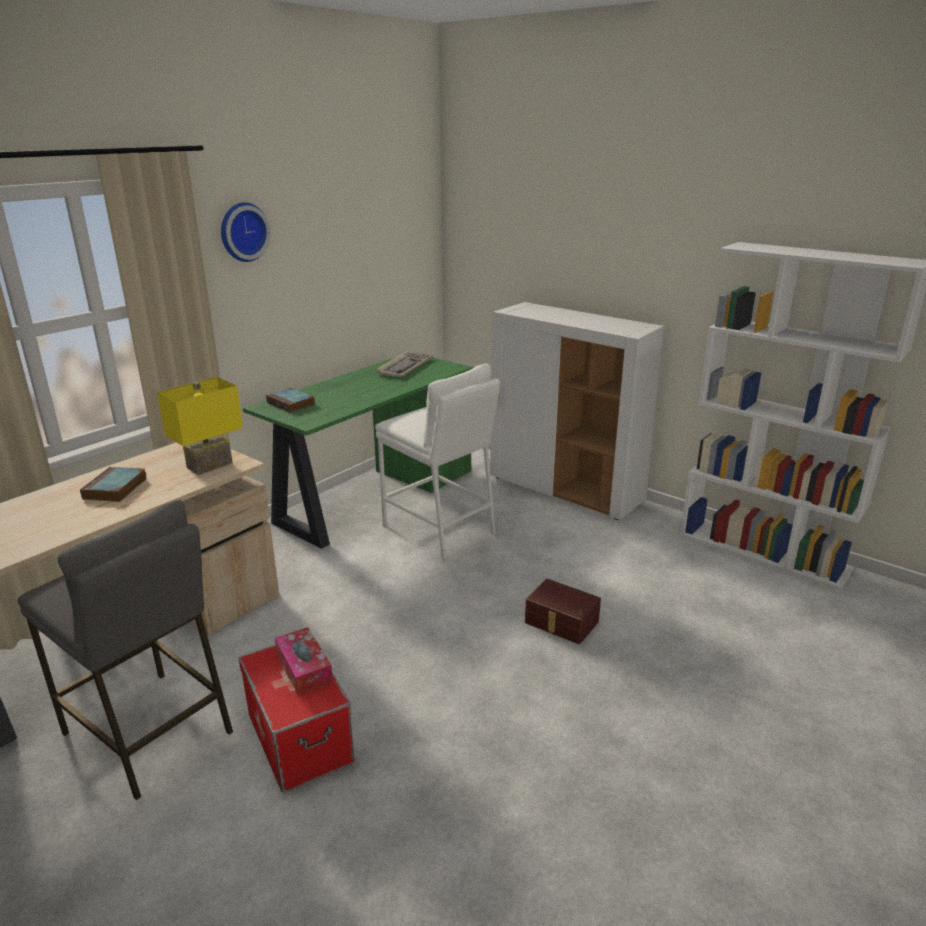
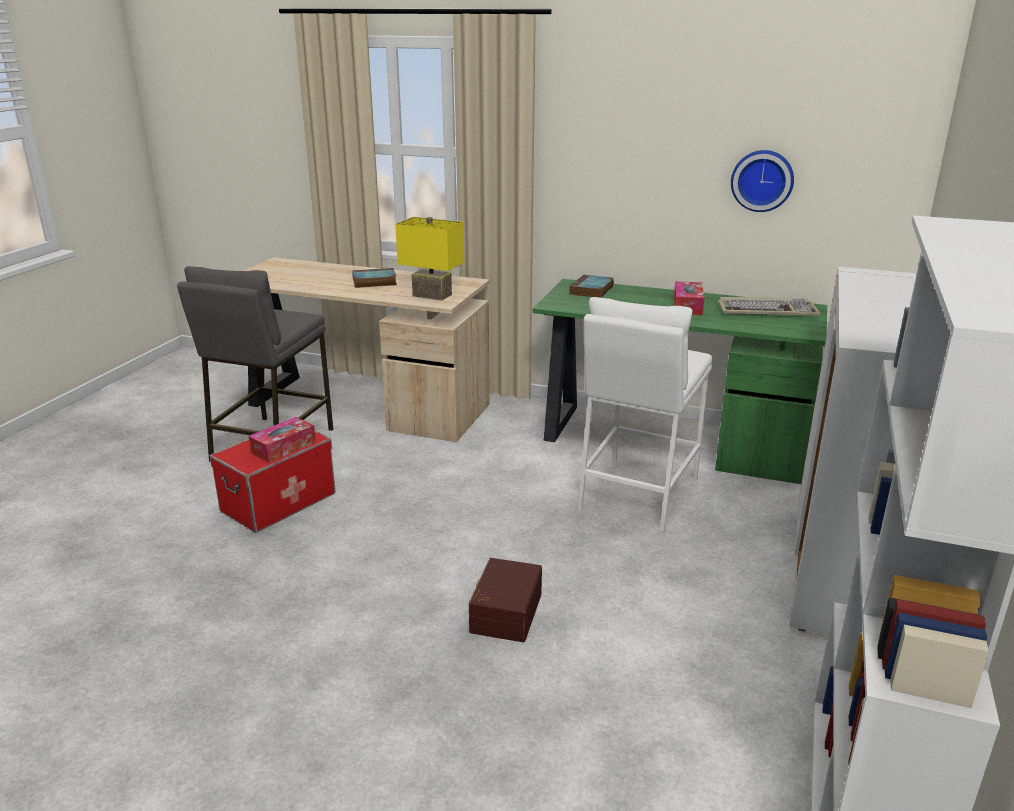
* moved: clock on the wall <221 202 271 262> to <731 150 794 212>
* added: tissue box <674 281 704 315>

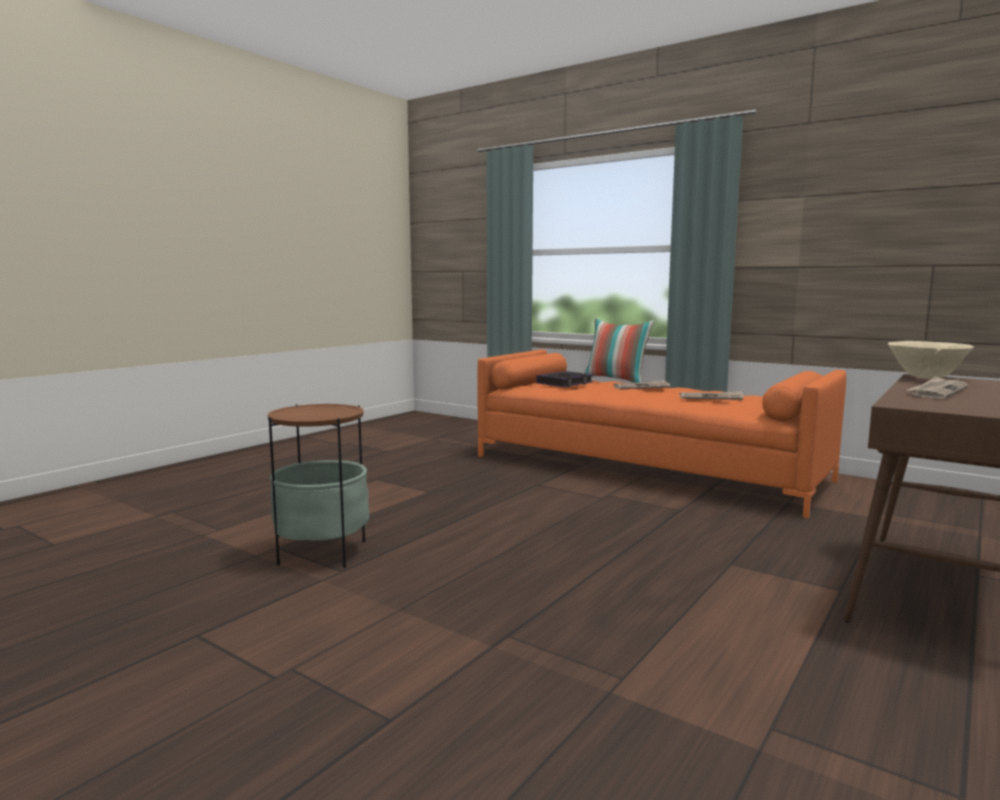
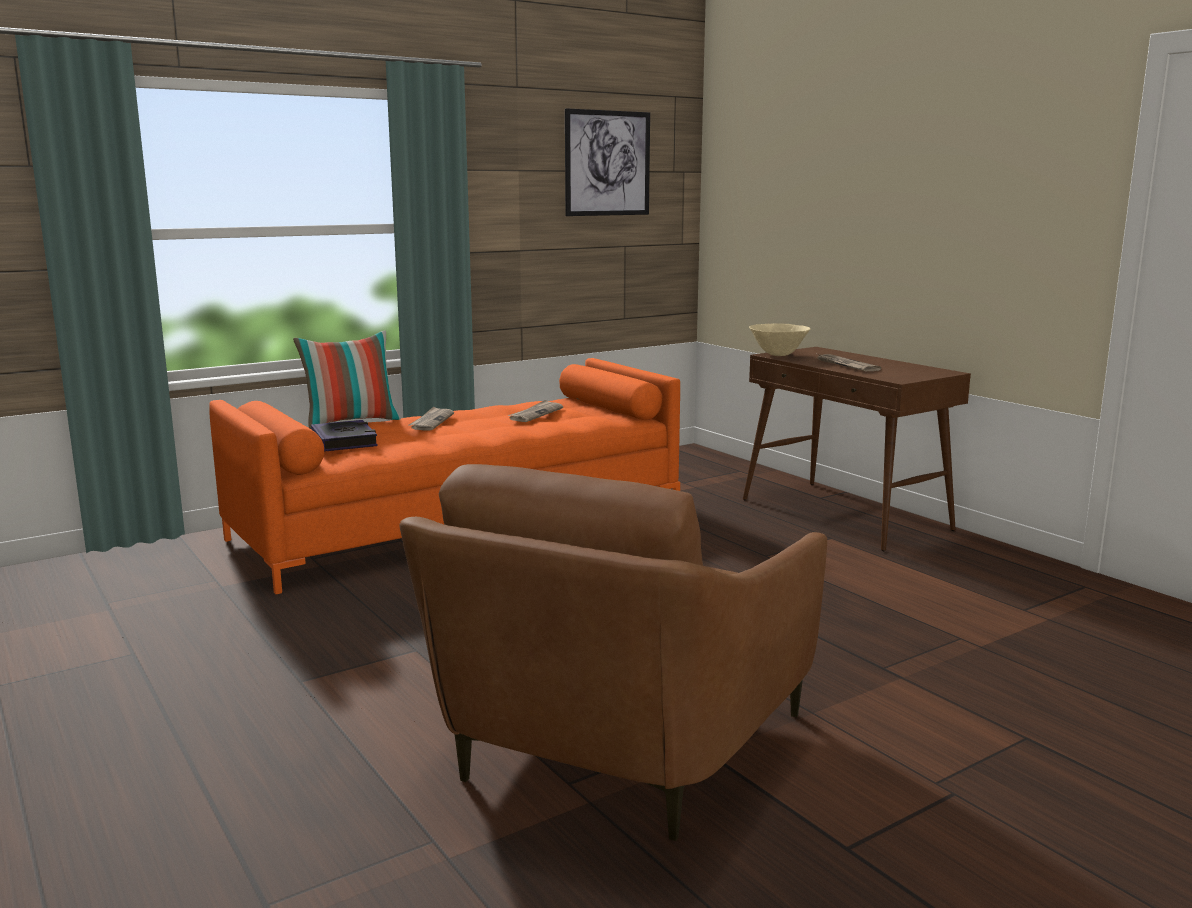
* replaced: side table <267 404 369 568> to armchair/brownish <399 464 827 841>
* added: wall picture <565 108 650 216>

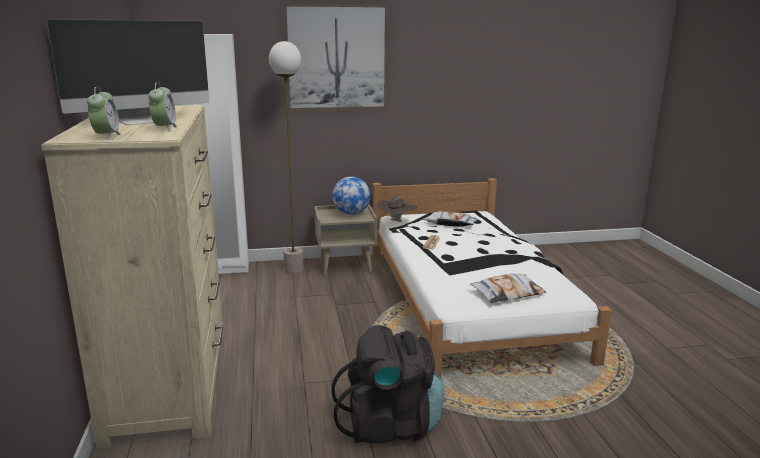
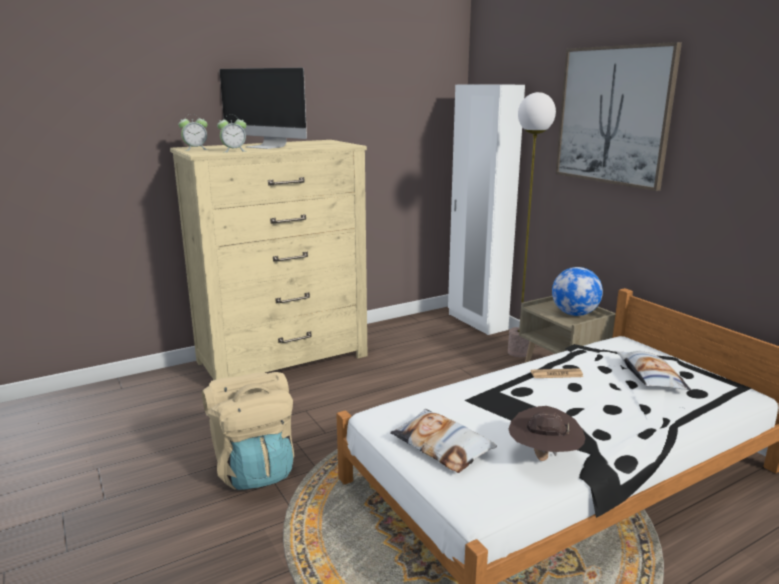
* moved: wearable hat/brownish <377 197 418 222> to <508 406 585 461>
* recoloured: knapsack/blackish <332 325 445 443> to knapsack/beige <202 372 295 490>

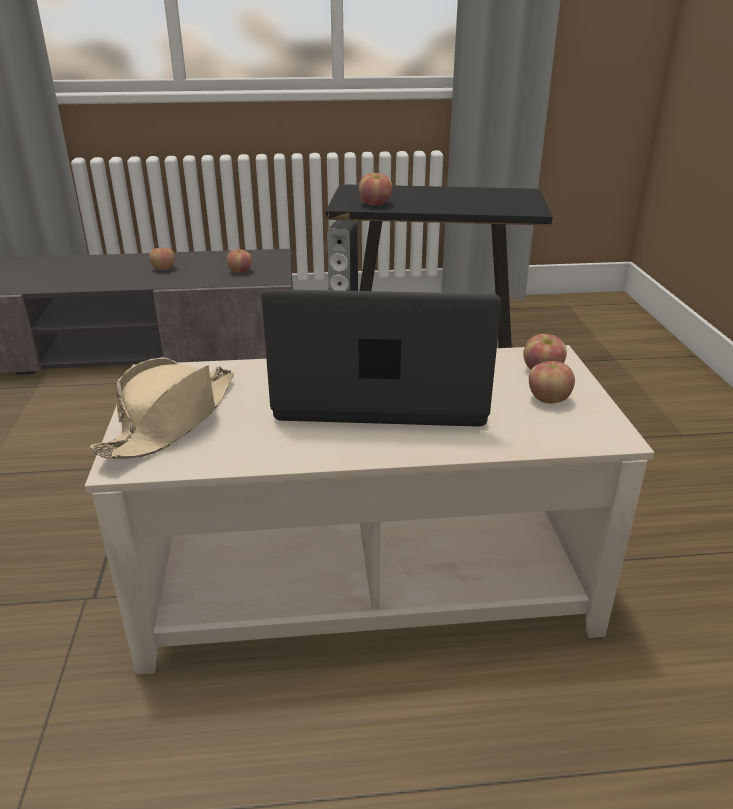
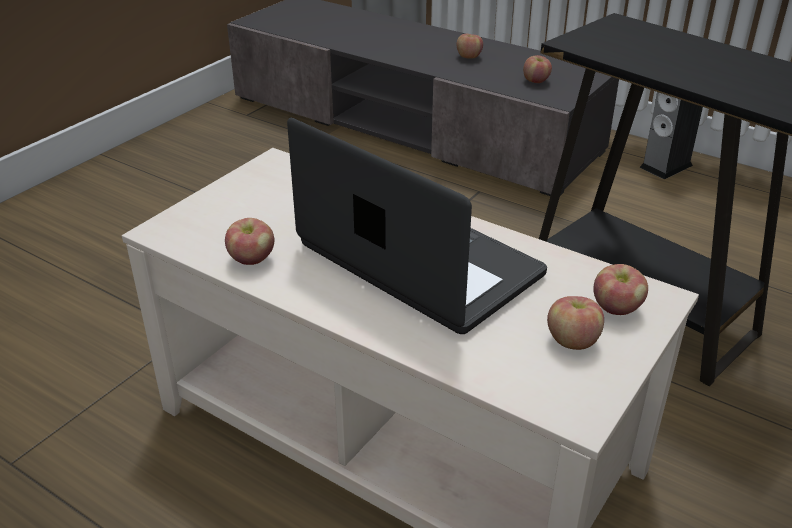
* moved: apple fruit <359 173 392 206> to <225 218 275 265>
* removed: wearable hat/beige <90 357 234 459>

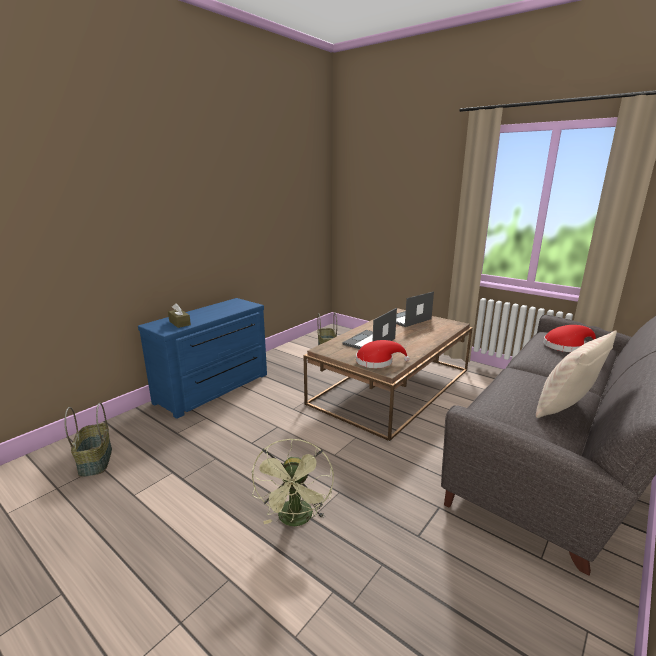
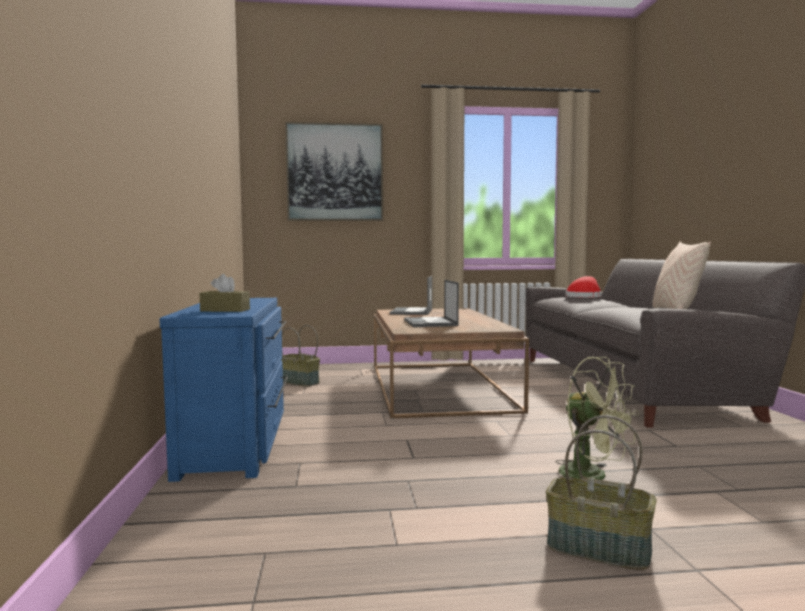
* removed: wearable hat/red <356 340 410 368>
* moved: storage basket <64 403 112 477> to <546 415 657 570>
* added: wall picture <285 122 383 221>

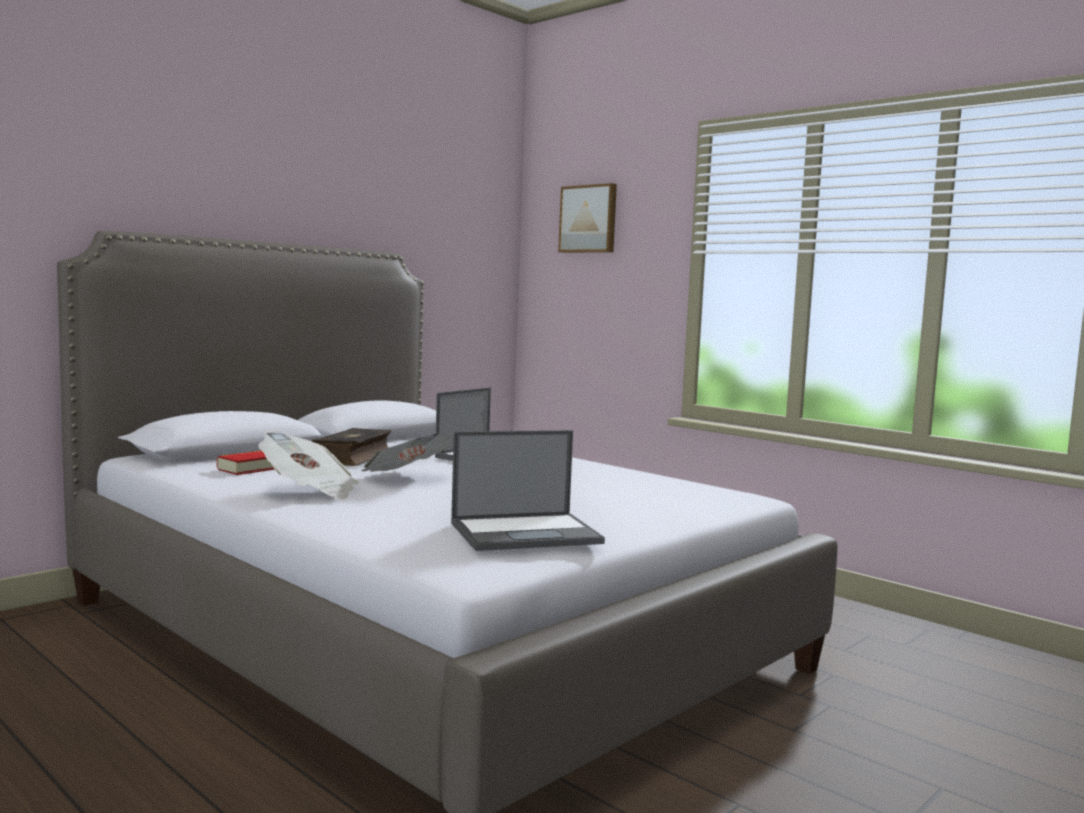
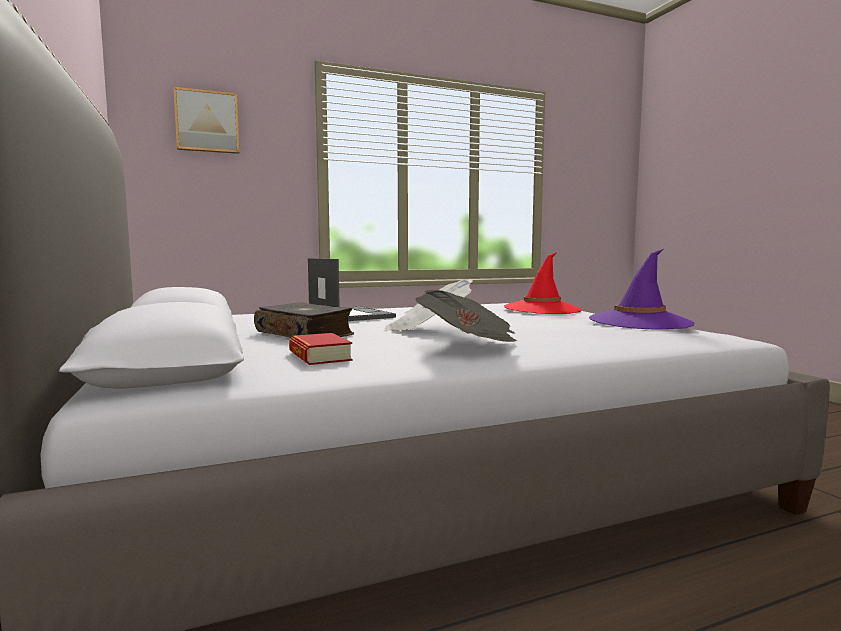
* replaced: laptop <451 430 605 551> to wearable hat/purple-coloured <589 249 695 330>
* added: wearable hat/red <504 252 582 314>

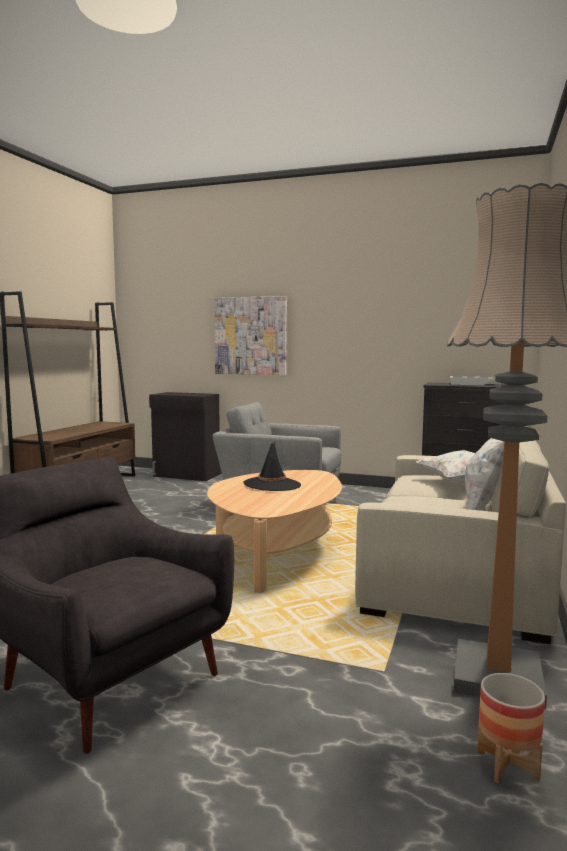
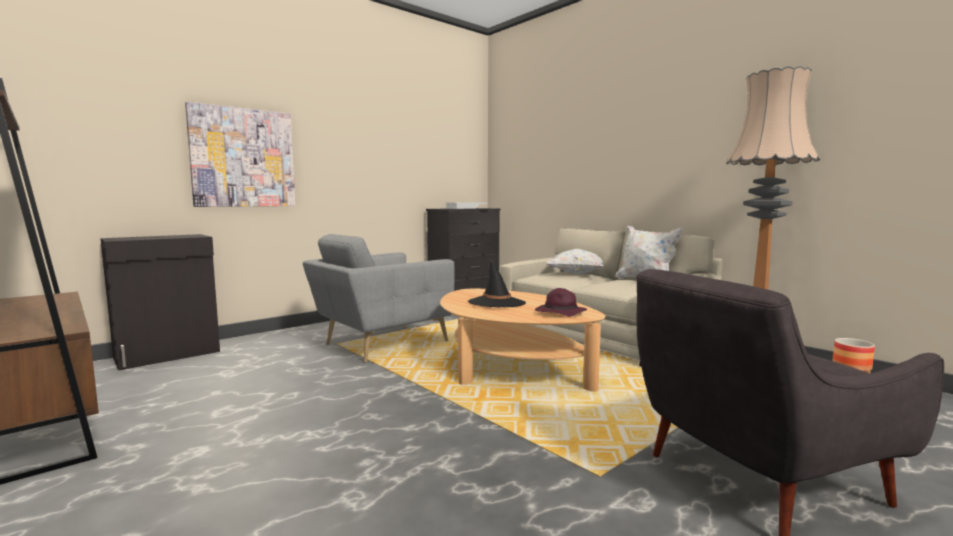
* added: wearable hat/purple-coloured <535 288 587 317>

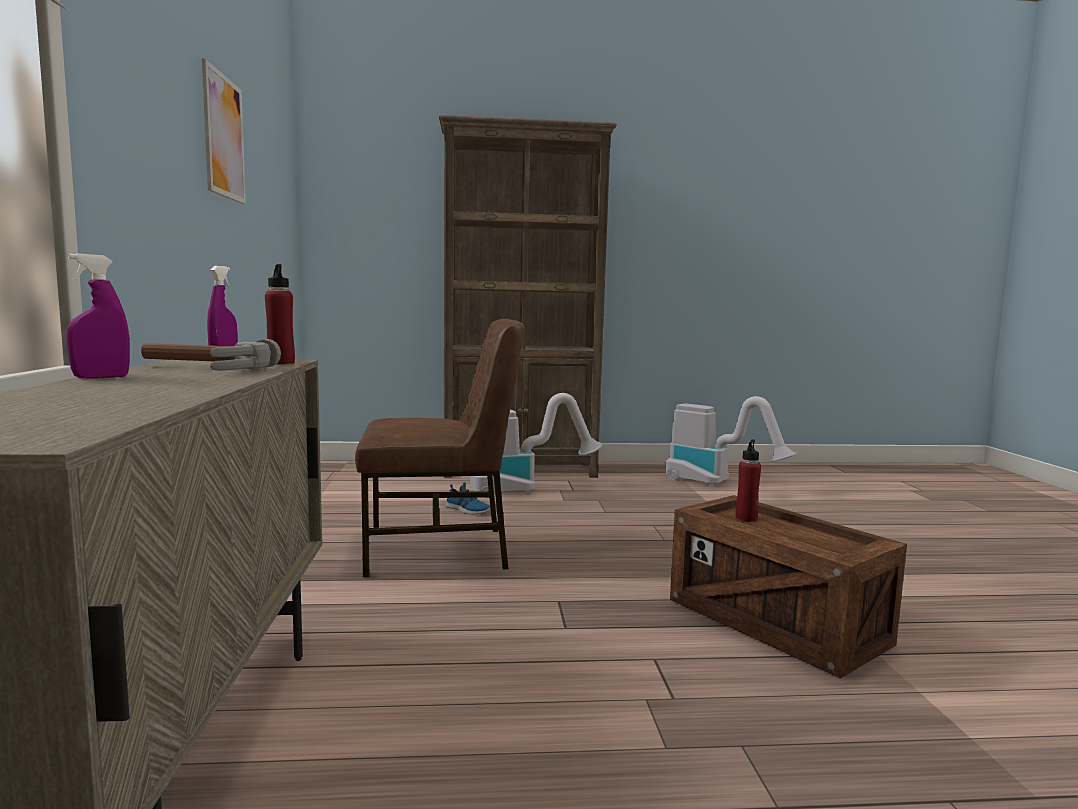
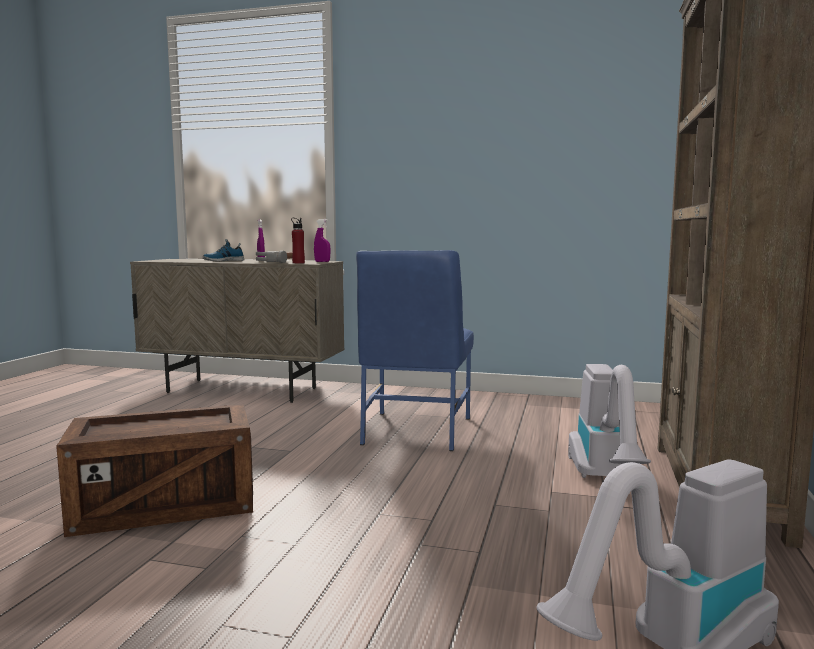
* removed: wall picture <202 59 246 204>
* recoloured: upright chair/brownish <355 319 525 577> to upright chair/blue-coloured <356 250 474 451>
* removed: beverage bottle/red <735 439 761 522>
* moved: low shoe <445 482 491 514> to <203 239 244 261>

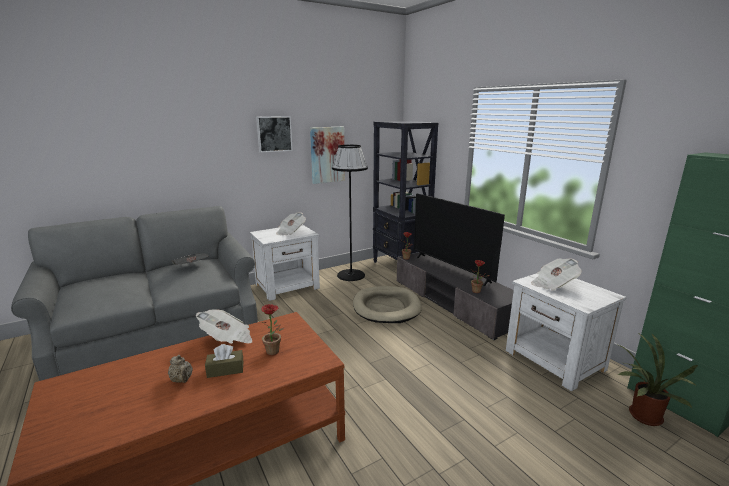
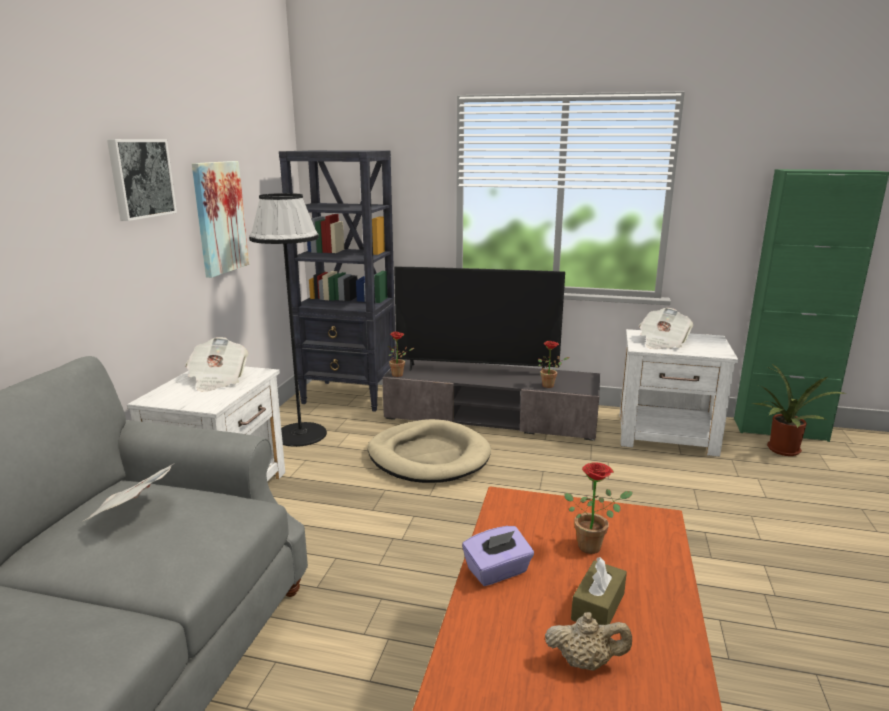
* replaced: daily paper <196 309 252 344> to tissue box/purple-coloured <462 526 534 586>

